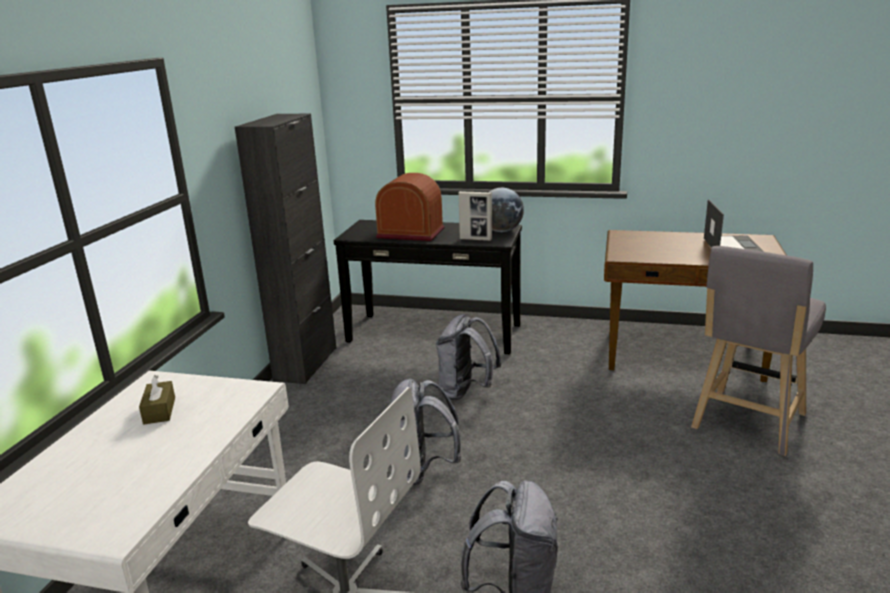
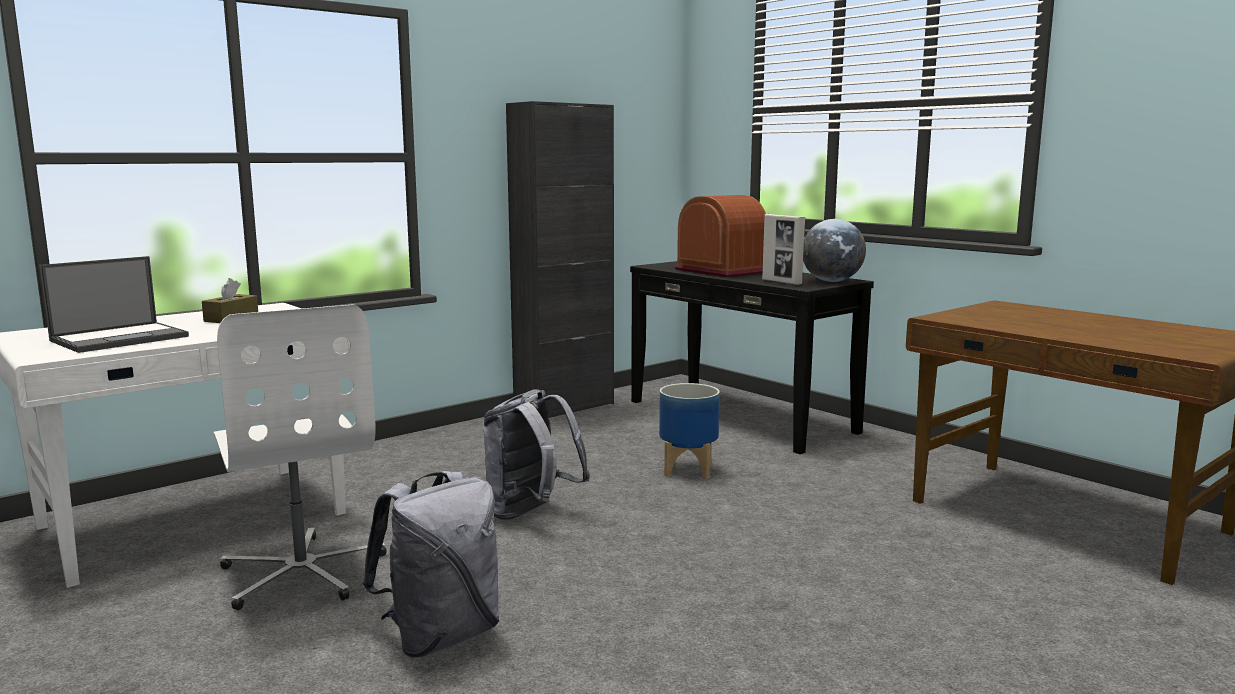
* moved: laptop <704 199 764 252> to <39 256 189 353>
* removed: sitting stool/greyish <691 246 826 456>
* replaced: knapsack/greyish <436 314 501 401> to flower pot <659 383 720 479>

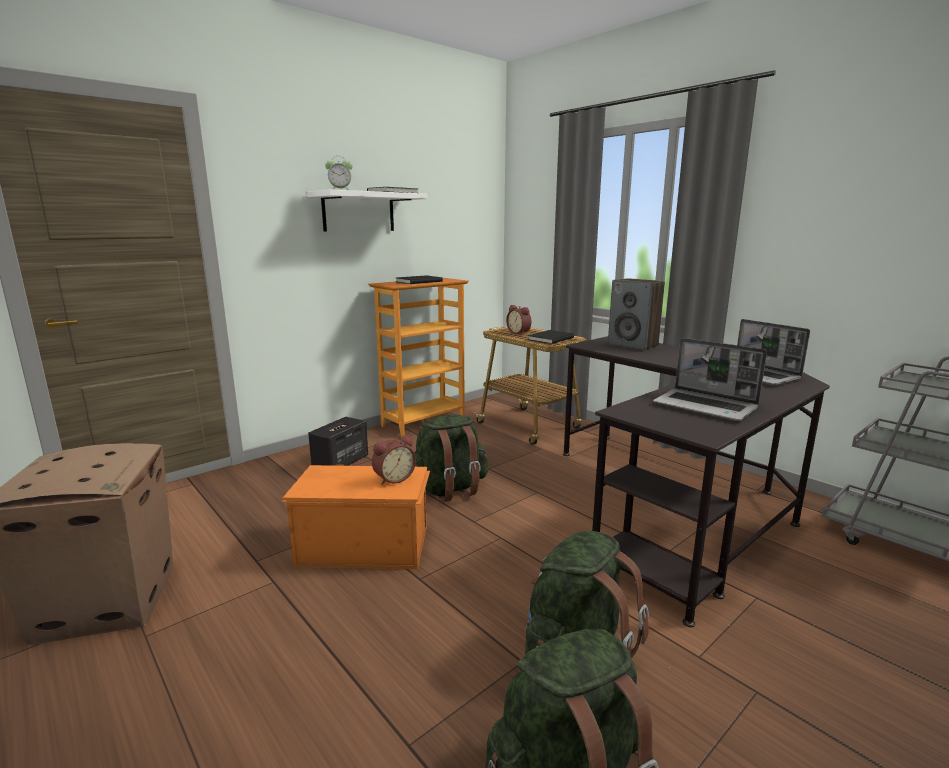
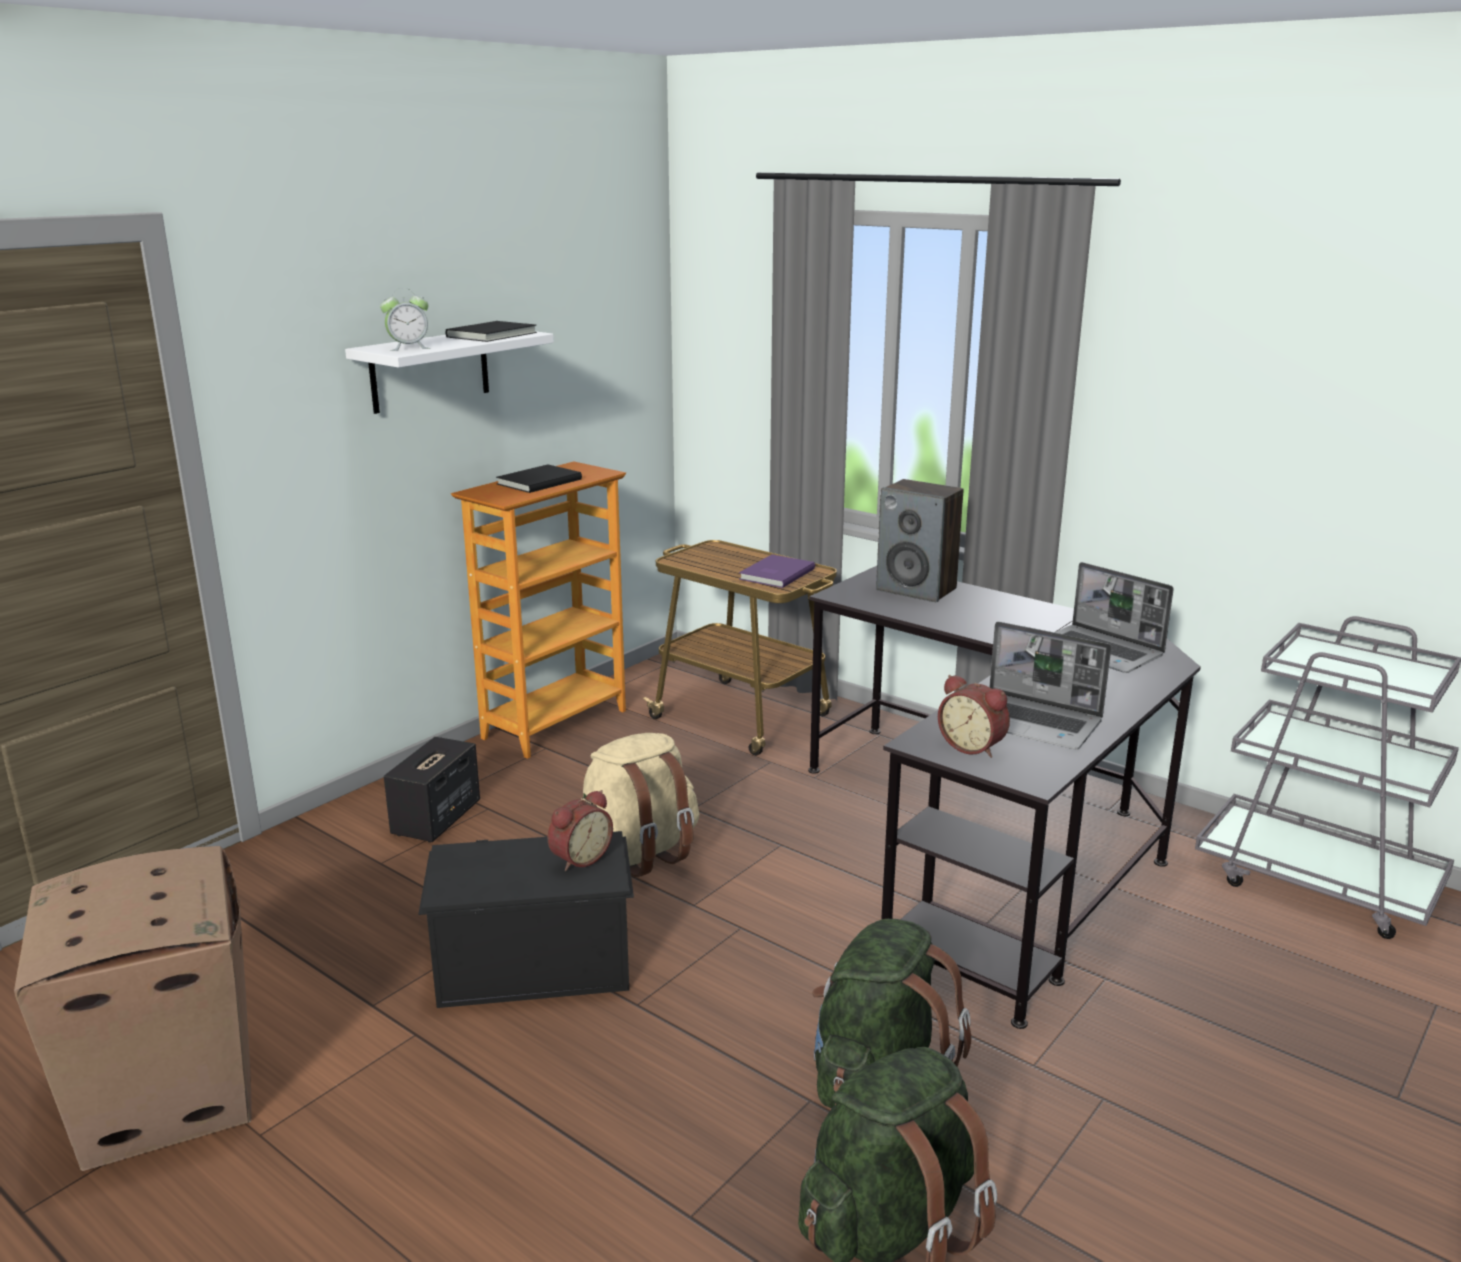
* moved: table clock <506 305 532 335> to <938 675 1010 758>
* recoloured: volume/blackish <528 330 574 344> to volume/purple-coloured <739 554 815 588>
* recoloured: knapsack/greenish <414 415 488 502> to knapsack/beige <581 733 699 877>
* recoloured: storage box/orange <281 465 430 569> to storage box/blackish <418 831 634 1008>

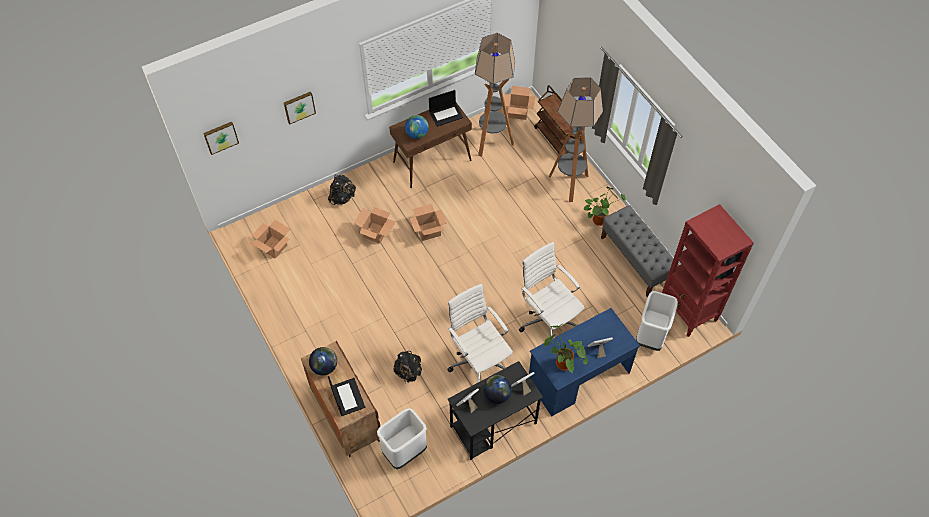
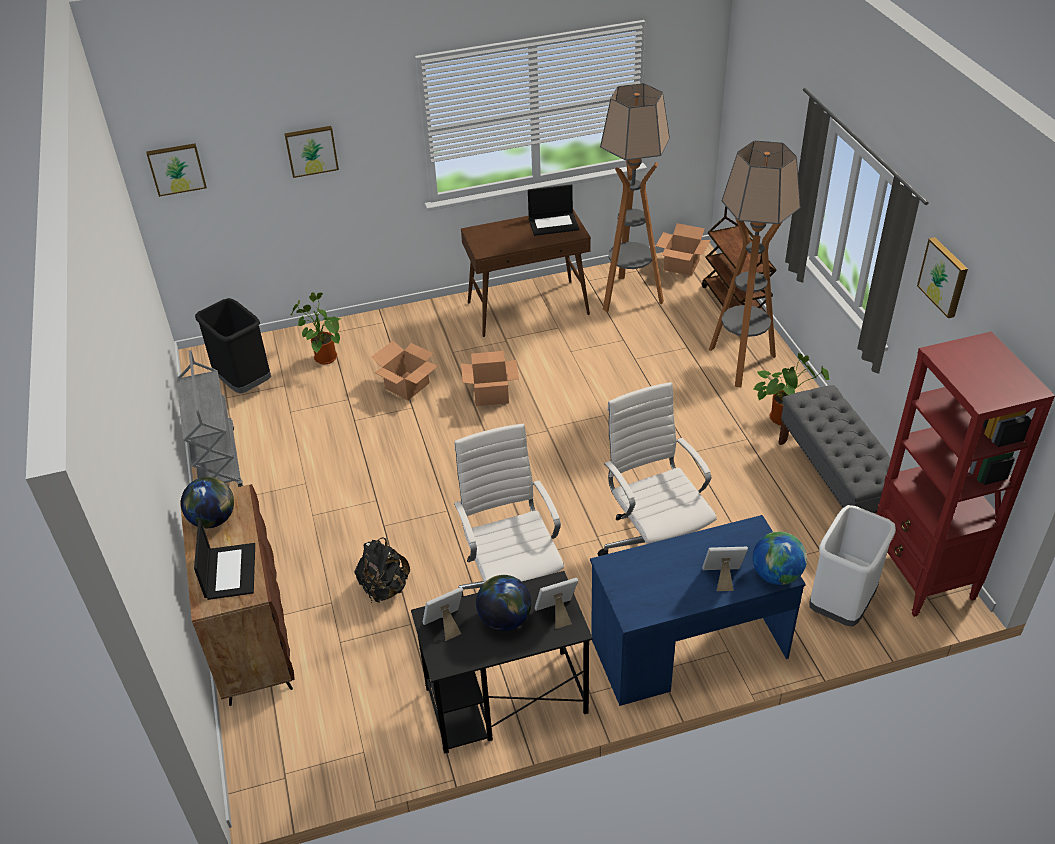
* moved: globe <405 115 429 139> to <753 531 807 585>
* removed: knapsack/blackish <328 174 356 205>
* replaced: carton <251 220 290 258> to trash can/blackish <195 298 271 393>
* moved: potted plant <544 324 588 373> to <291 292 342 364>
* removed: trash can/whitish <377 408 427 469>
* added: wall picture <917 237 968 318>
* added: wheeled cart/greyish <177 350 243 487>

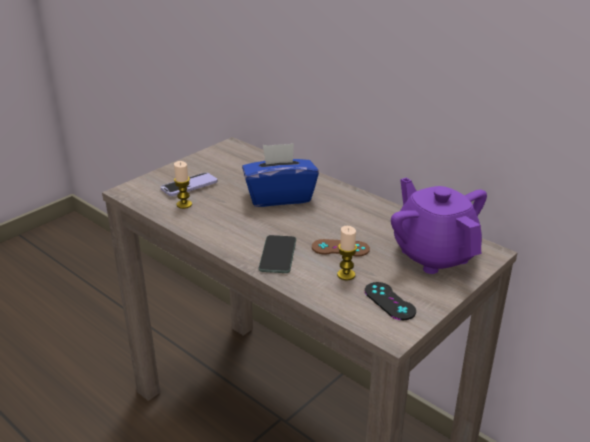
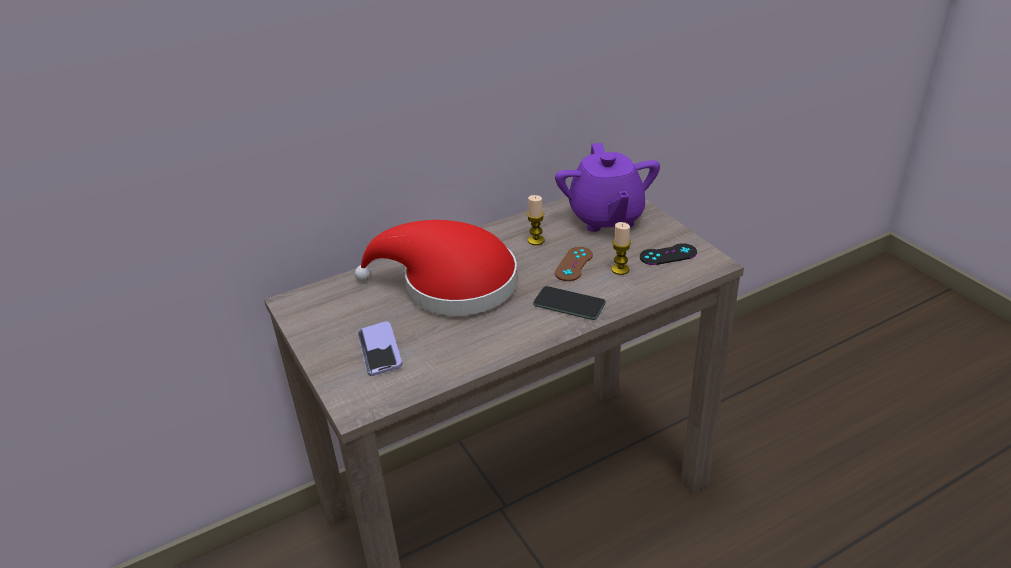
* replaced: tissue box/blue-coloured <242 143 319 207> to wearable hat/red <355 220 517 316>
* moved: wax candle <174 161 192 209> to <527 195 544 245>
* turned: pot for tea/purple-coloured <391 178 487 274> = <555 143 660 232> 90 degrees counterclockwise

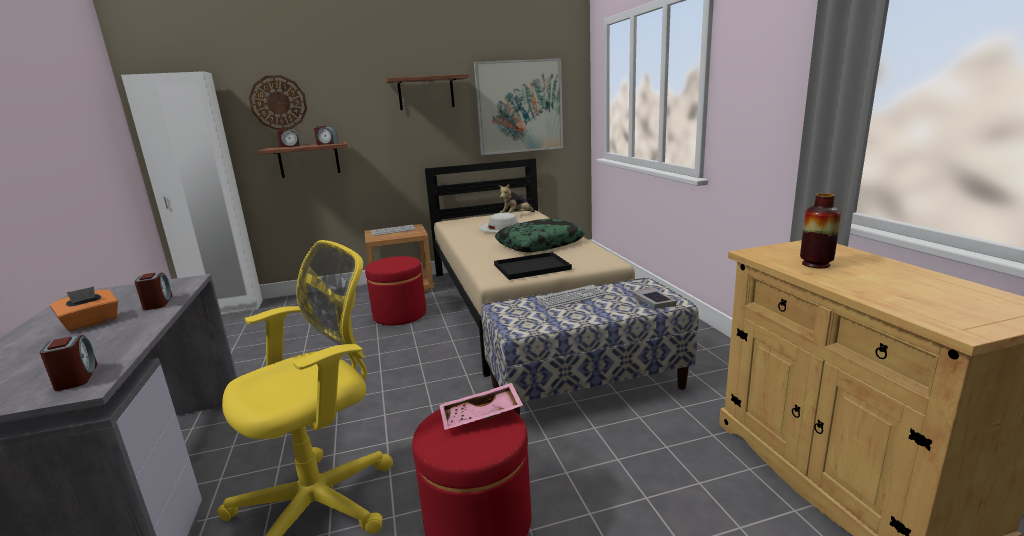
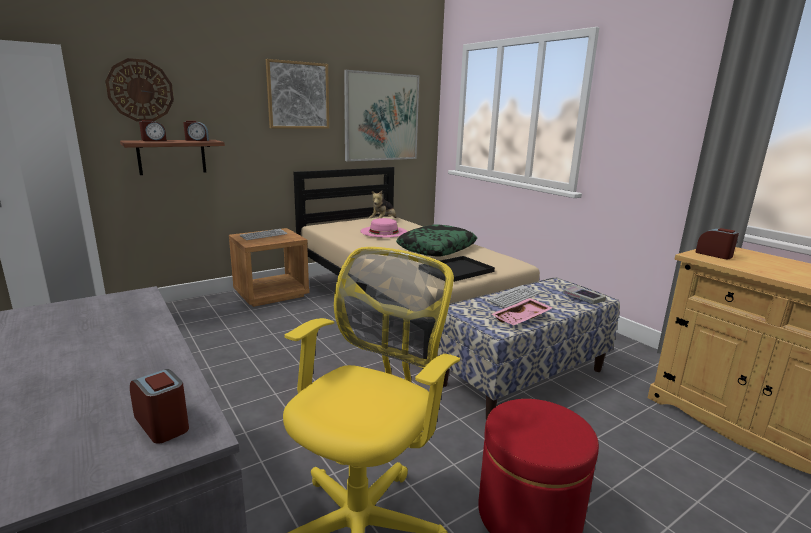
* replaced: shelf <386 74 469 110> to wall picture <266 59 329 129>
* removed: flower vase <800 193 841 268>
* recoloured: wearable hat/whitish <479 213 523 233> to wearable hat/pinkish <361 218 407 238>
* removed: pouffe/red <365 256 426 325>
* moved: table clock <134 273 172 310> to <695 228 739 259>
* removed: tissue box/orange <50 286 118 332>
* moved: serving tray/pinkish <439 383 523 430> to <491 298 552 325>

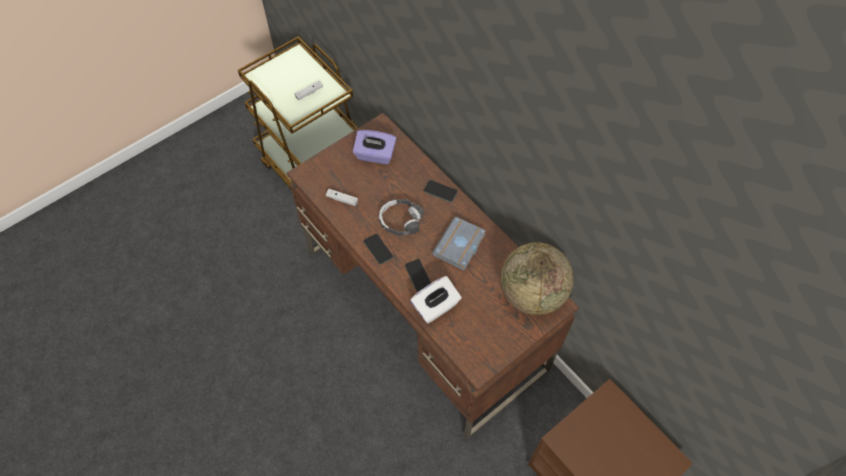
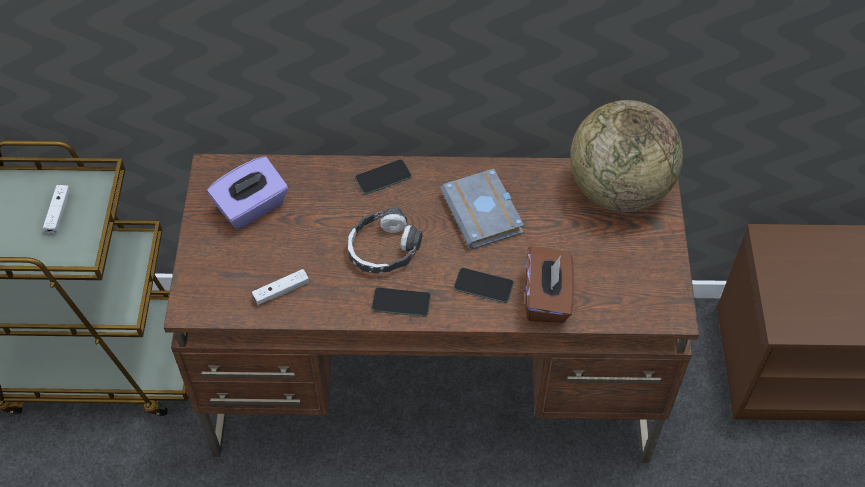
* recoloured: tissue box/whitish <410 276 462 323> to tissue box/brownish <526 246 574 323>

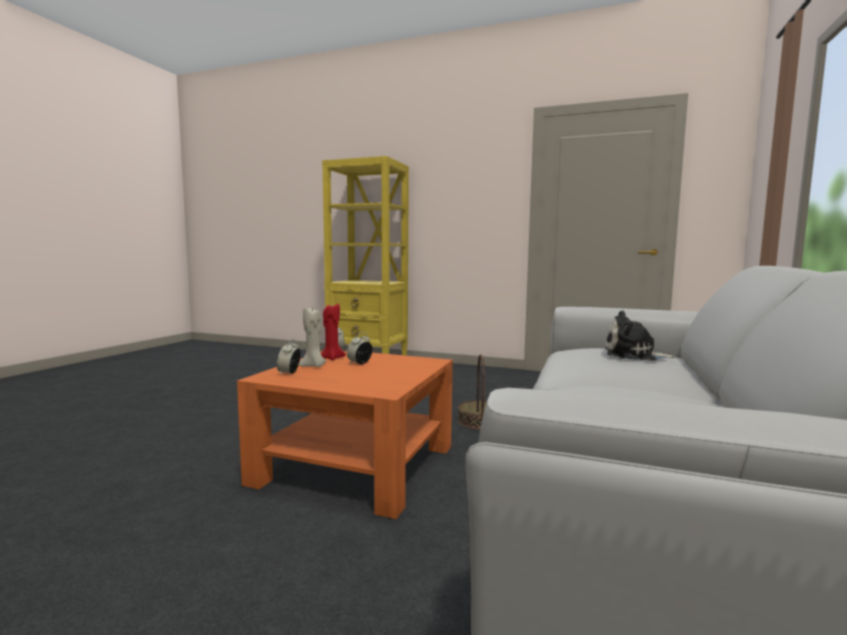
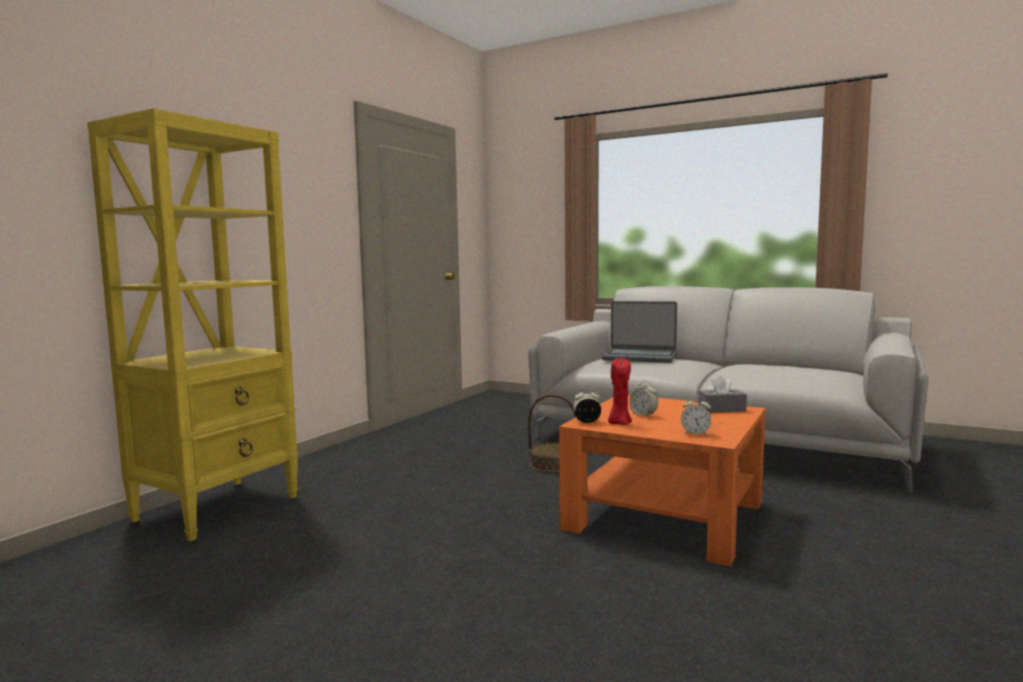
* removed: wax candle/beige <299 306 326 367>
* replaced: soft toy <605 310 676 361> to laptop <602 301 677 363>
* added: tissue box/greyish <699 375 747 413>

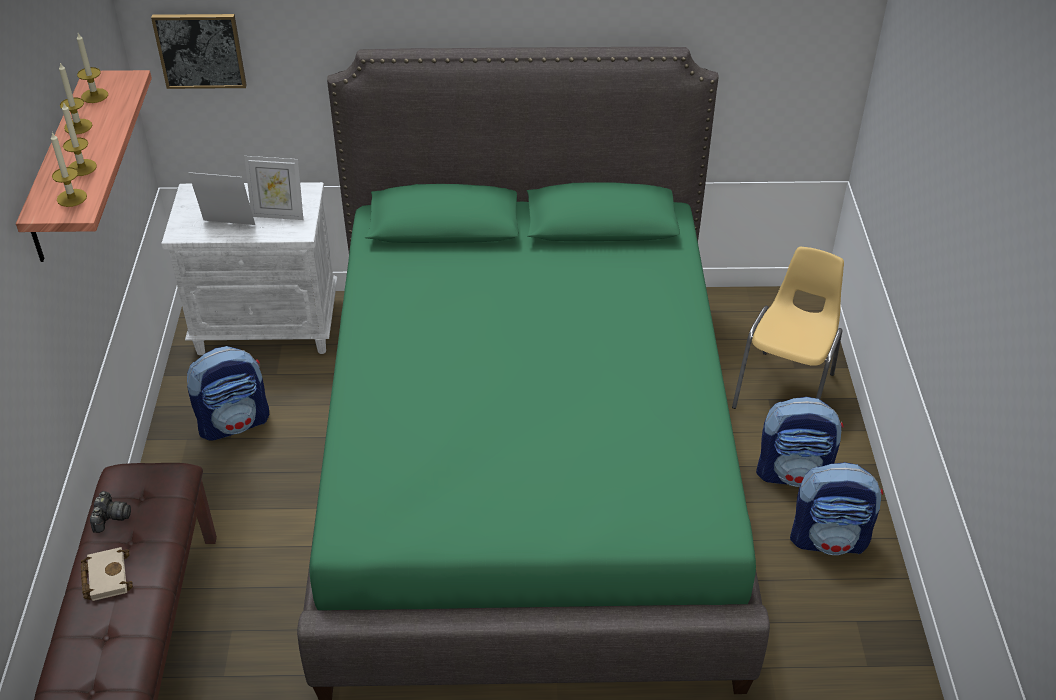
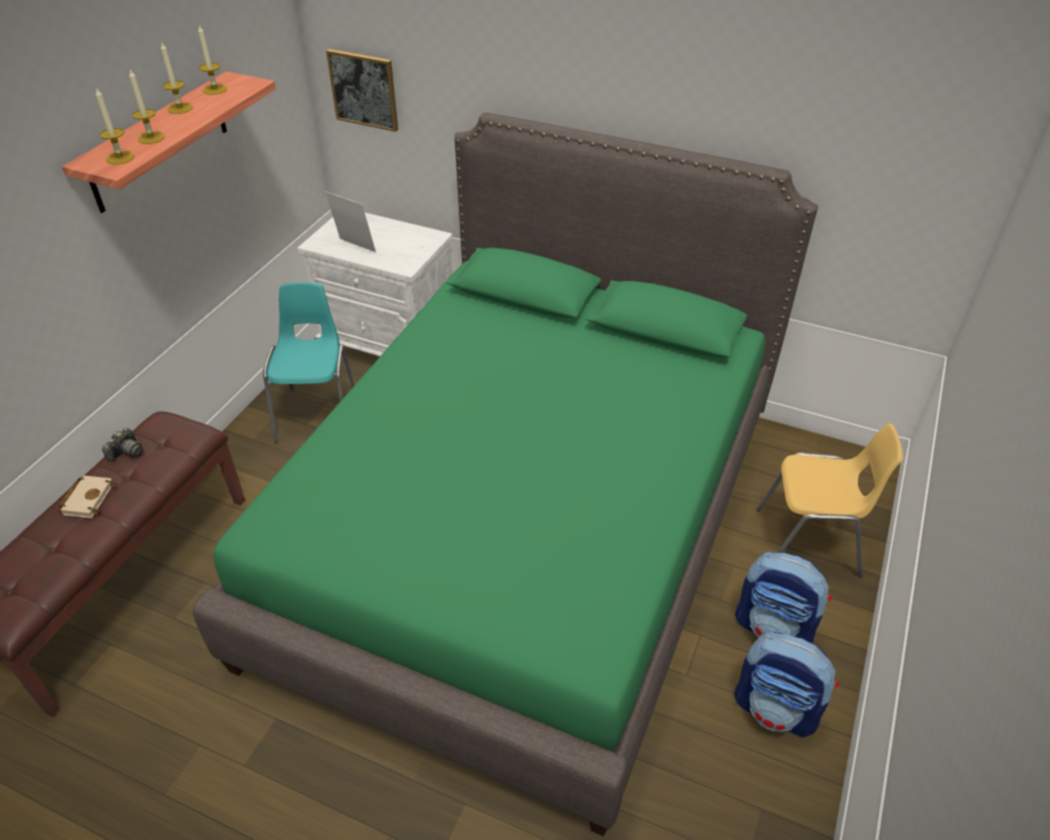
* removed: photo frame <244 156 303 220>
* turned: upright chair/yellow <732 247 844 409> = <757 424 903 578> 45 degrees clockwise
* replaced: knapsack <187 346 269 441> to upright chair/blue-green <263 282 355 443>

